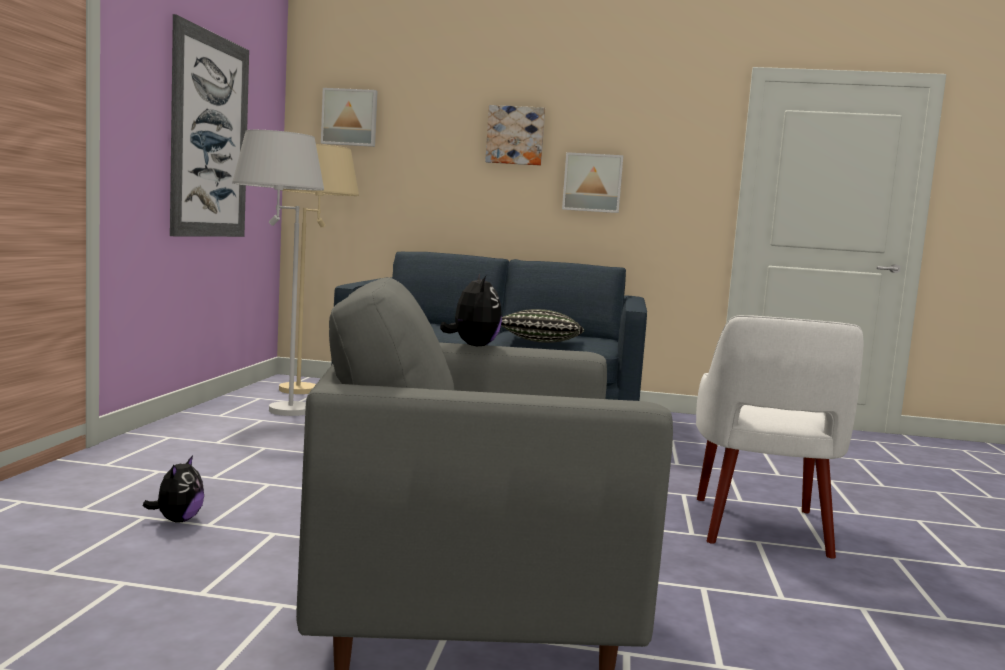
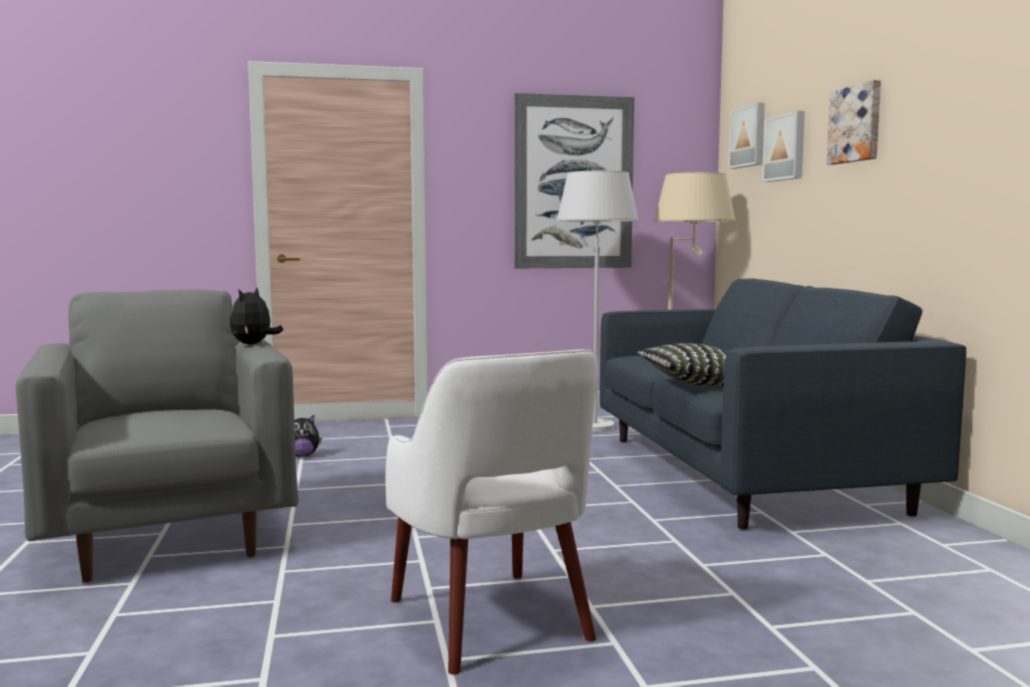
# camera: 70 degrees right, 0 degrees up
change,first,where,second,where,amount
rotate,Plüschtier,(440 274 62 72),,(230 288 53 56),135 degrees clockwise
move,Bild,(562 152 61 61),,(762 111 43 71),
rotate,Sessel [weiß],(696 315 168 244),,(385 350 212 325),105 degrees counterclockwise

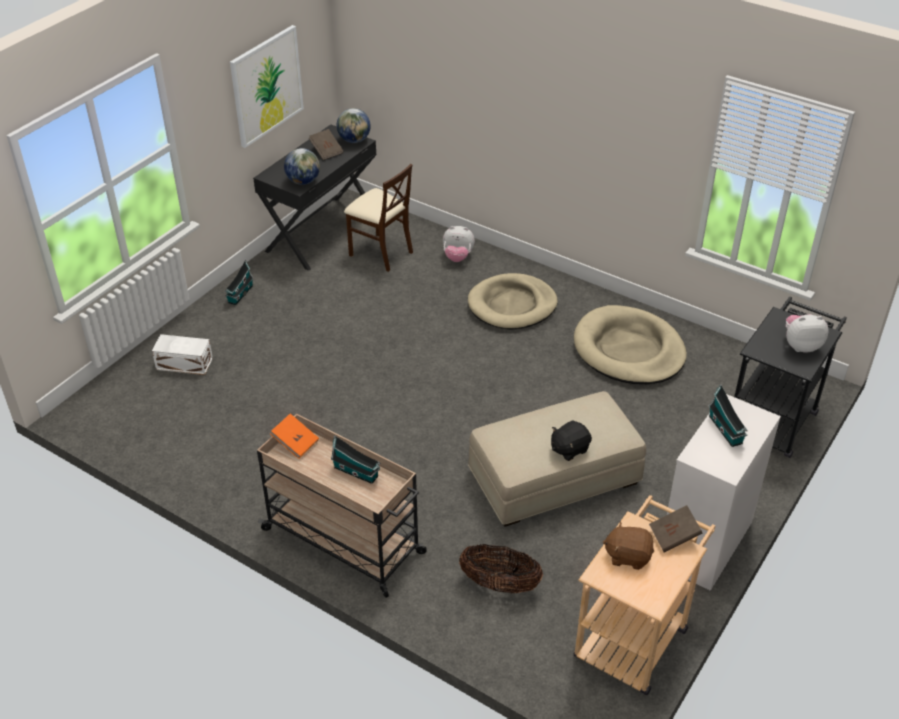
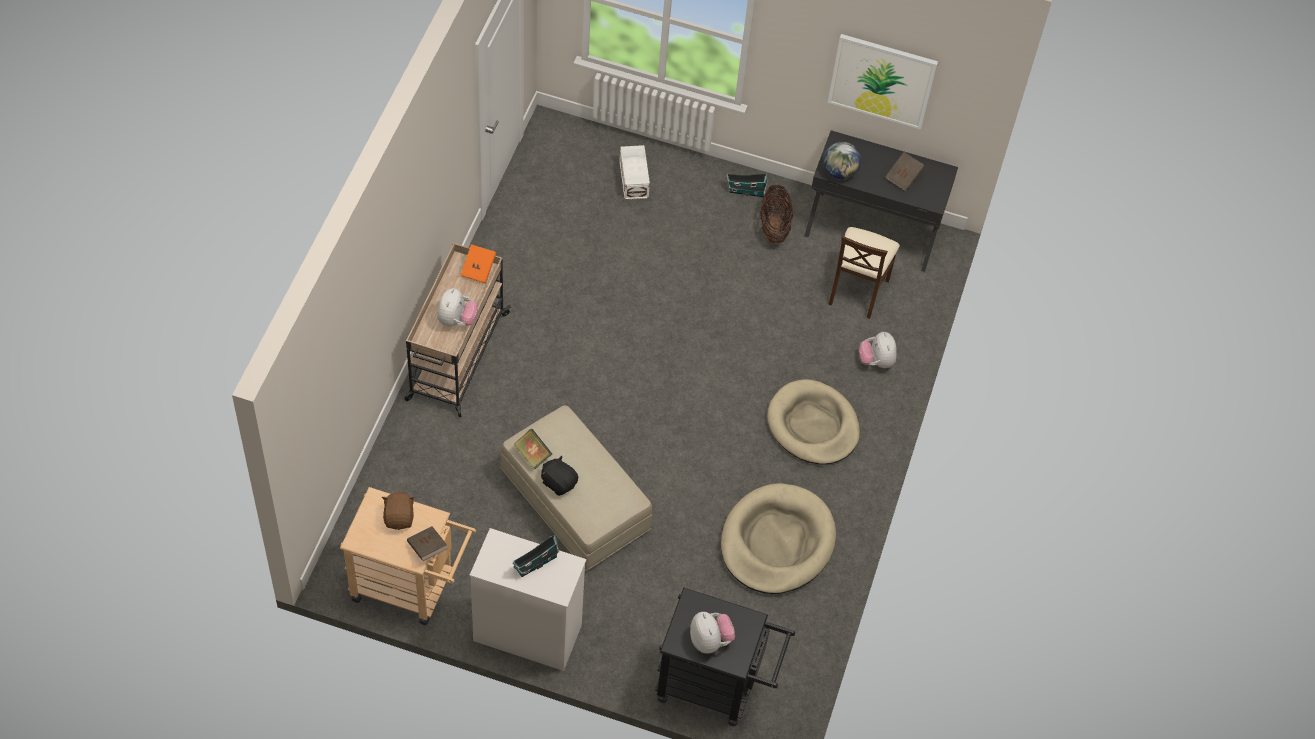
# camera: 70 degrees right, 15 degrees up
change,first,where,second,where,amount
replace,Spielzeughaus,(331 436 50 48),Plüschtier,(437 288 41 38),
delete,Globus,(337 108 34 35),,,
move,Korb,(459 544 84 49),,(760 184 33 60),
insert,,,Buch,(514 429 38 40),

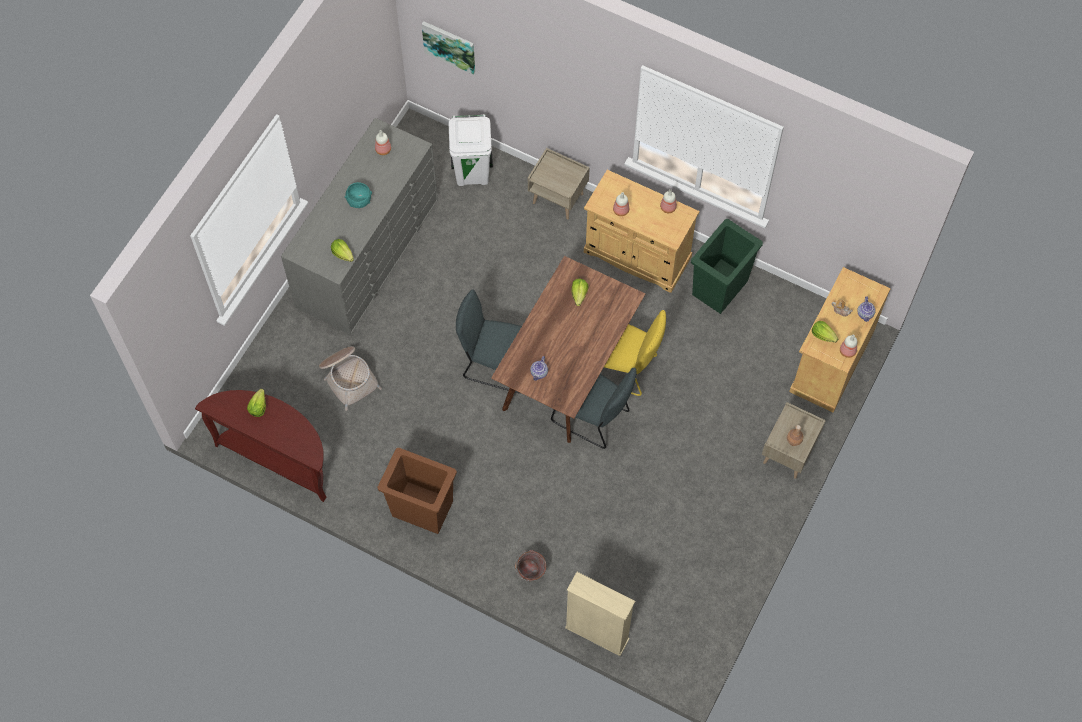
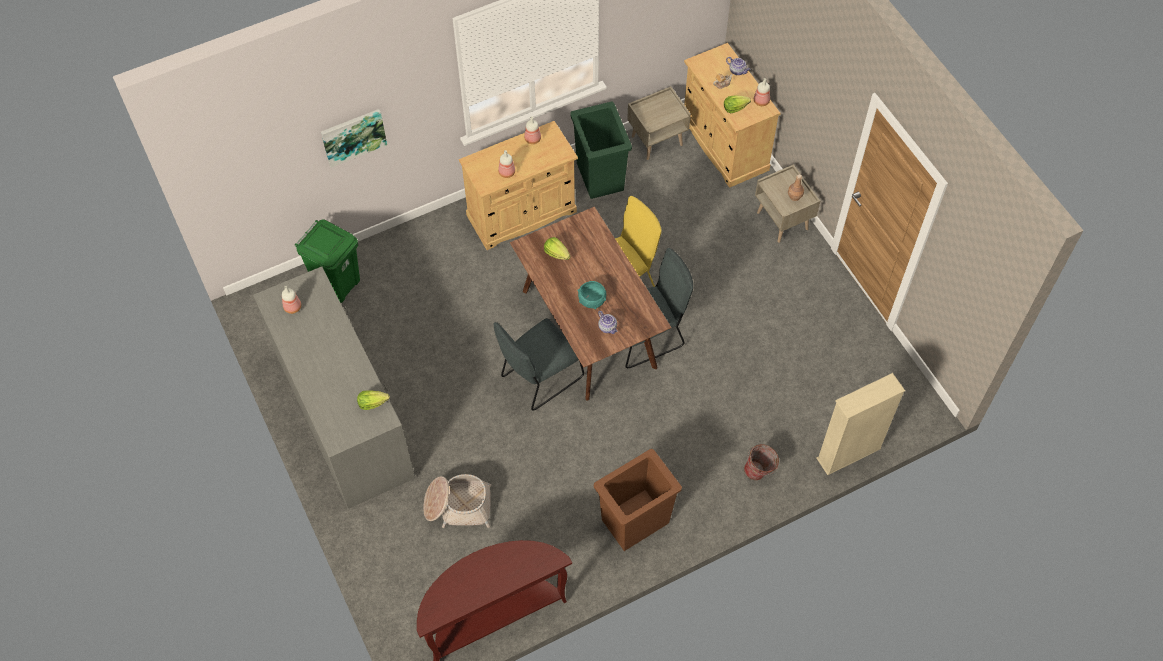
# camera: 55 degrees left, 5 degrees down
change,first,where,second,where,amount
delete,Salatkopf,(247 389 19 28),,,
move,Schüssel [türkis],(345 182 27 26),,(577 281 29 28),
move,Bild,(422 21 53 54),,(321 109 66 59),
recolor,Mülleimer [weiß],(449 114 44 72),Mülleimer [grün],(295 220 65 83),
move,Nachttisch [beige],(528 148 62 72),,(627 86 64 74),

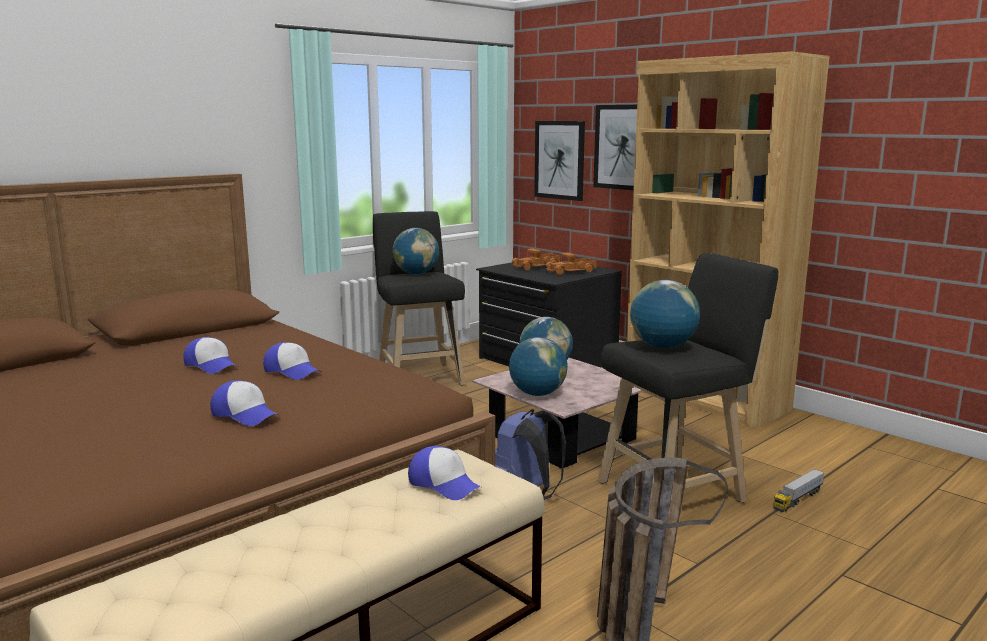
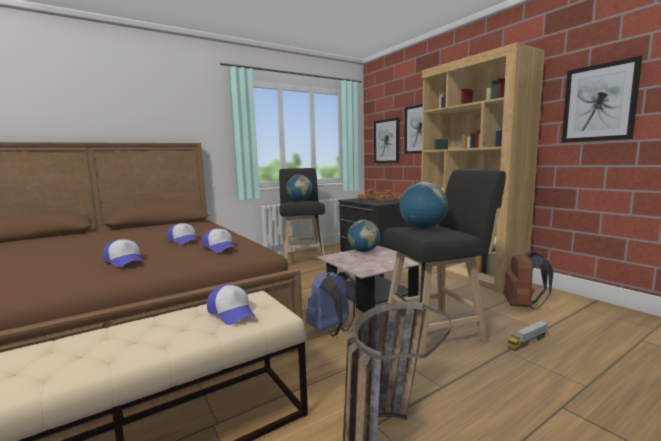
# camera: 10 degrees right, 5 degrees down
change,first,where,second,where,amount
move,Kappe,(183 337 52 37),,(202 228 34 25),
delete,Globus,(509 337 59 59),,,
insert,,,Rucksack [braun],(503 251 50 59),
insert,,,Bild,(562 56 80 86),

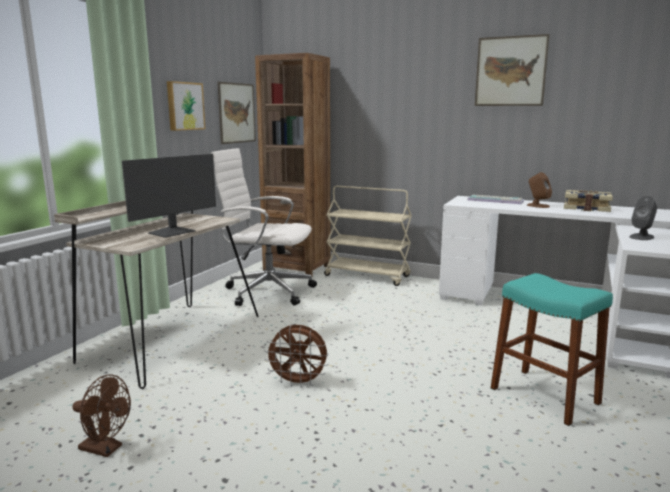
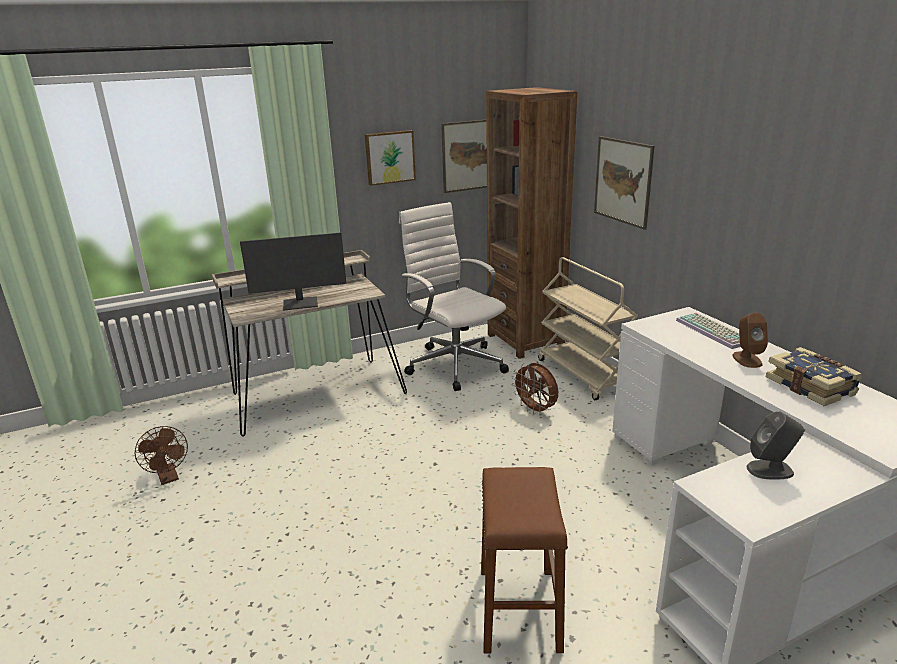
# camera: 40 degrees right, 10 degrees up
change,first,where,second,where,amount
move,Ventilator [braun],(264 325 65 63),,(511 363 47 52),
move,Bild,(475 34 75 72),,(594 136 60 94),
recolor,Hocker [türkis],(491 273 122 153),Hocker [braun],(481 467 87 186),

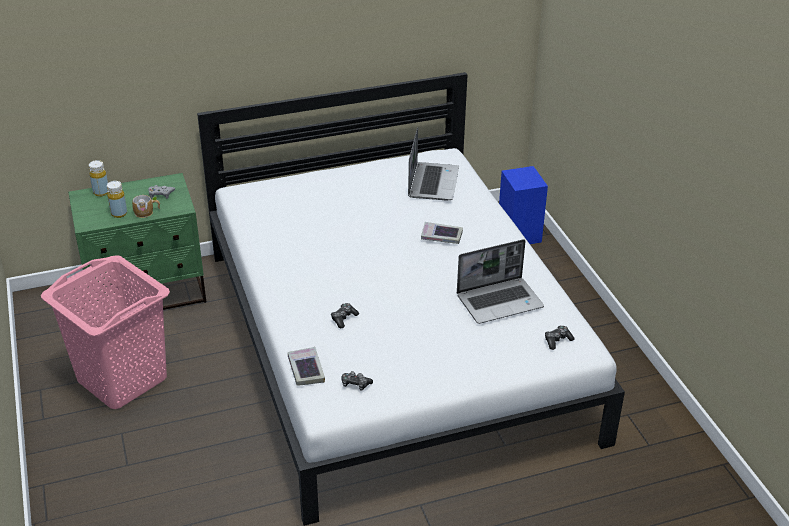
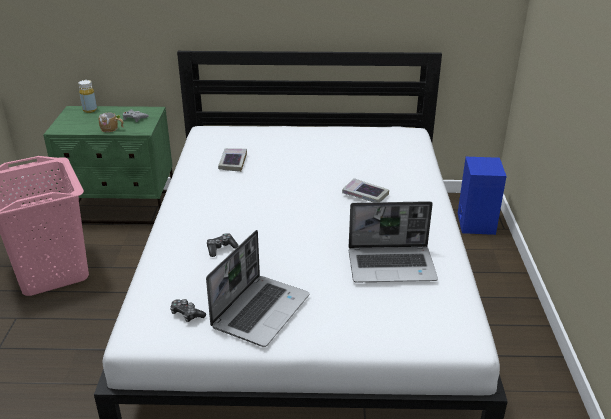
# camera: 20 degrees right, 5 degrees down
change,first,where,second,where,amount
delete,Flasche [gelb],(107 181 20 37),,,
move,Buch,(288 347 37 39),,(218 148 29 24),
move,Laptop,(408 127 51 73),,(206 230 104 117),
delete,Gamepad,(545 326 29 24),,,

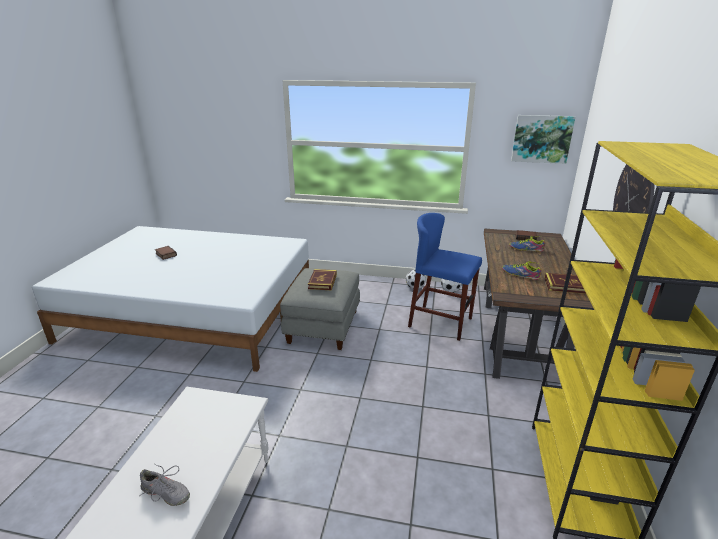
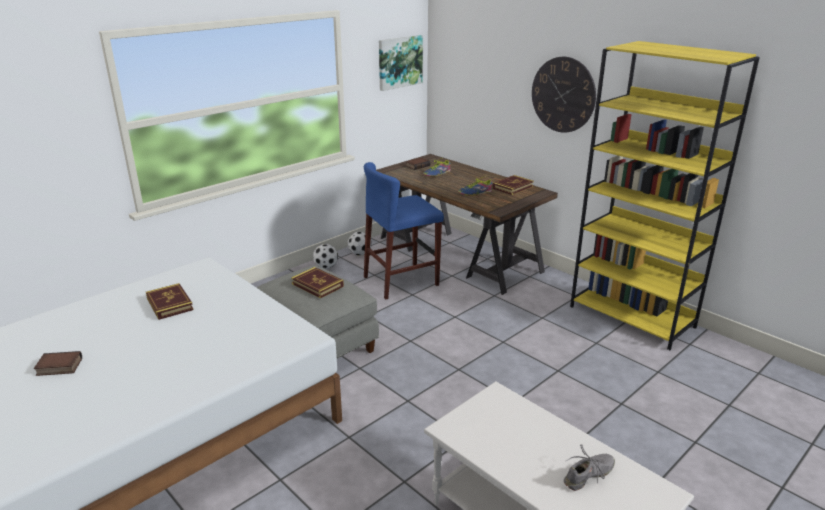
# camera: 55 degrees left, 0 degrees up
change,first,where,second,where,amount
insert,,,Buch,(146 283 47 37),

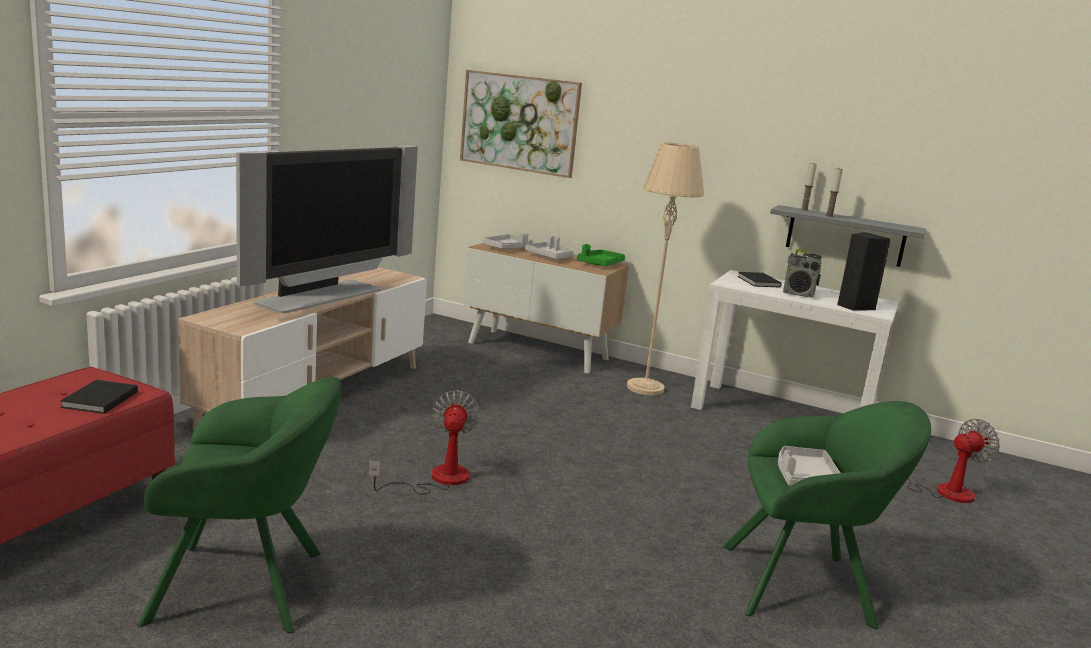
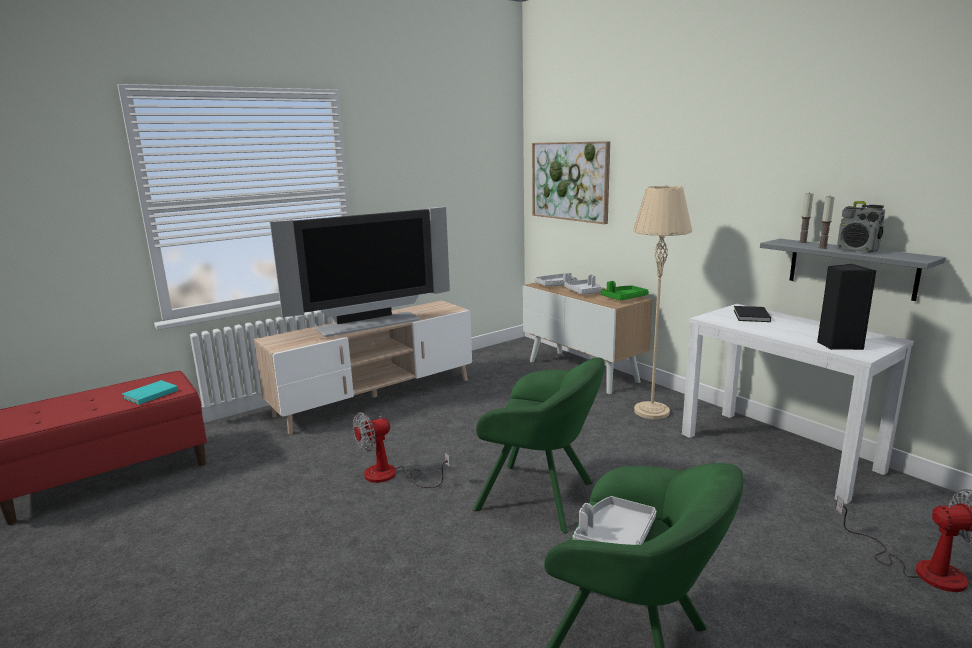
# camera: 30 degrees right, 0 degrees up
change,first,where,second,where,amount
recolor,Buch [schwarz],(60 380 78 34),Buch [türkis],(122 380 56 25),
move,Sessel [grün],(138 377 203 256),,(473 357 132 176),
rotate,Ventilator,(368 390 112 105),,(353 412 97 76),150 degrees counterclockwise
move,Radio,(783 249 39 49),,(837 201 48 52),

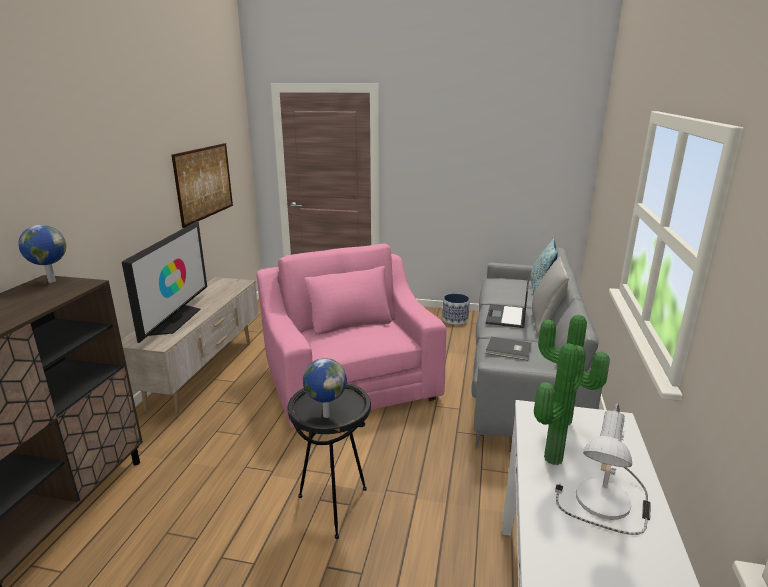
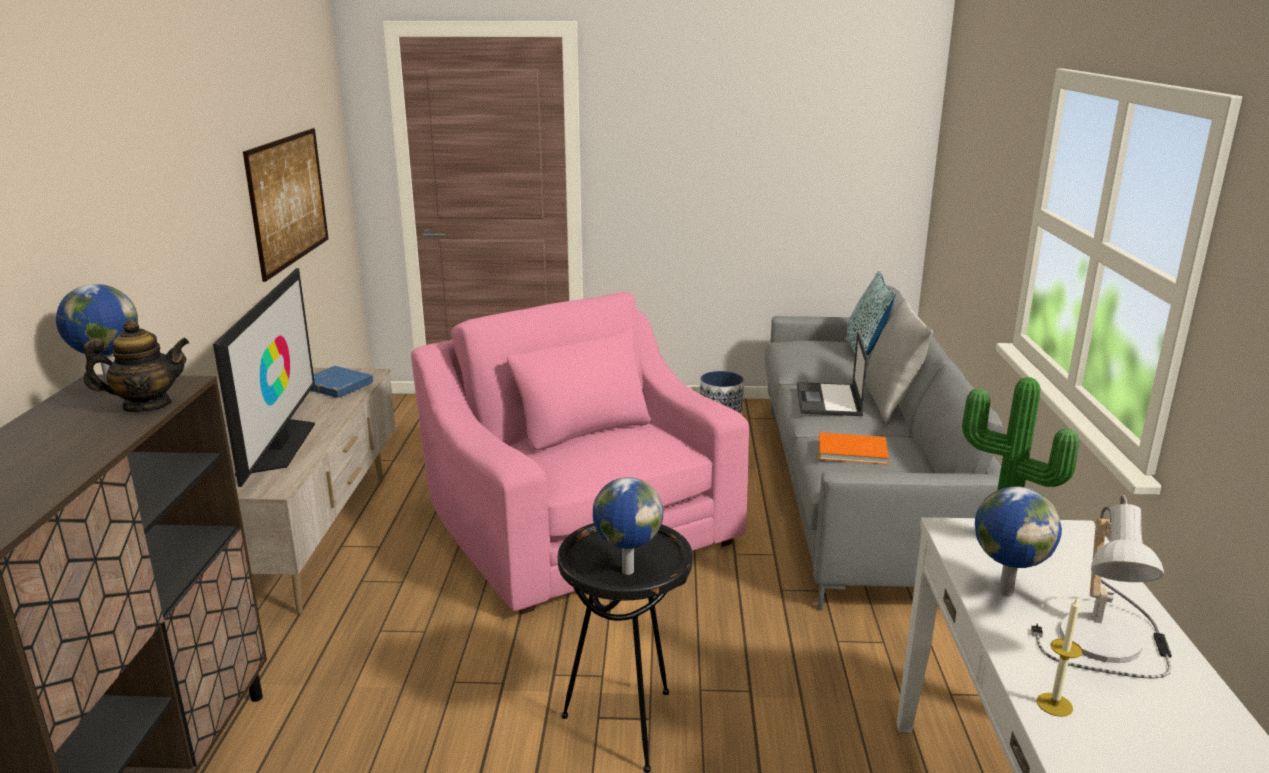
# camera: 10 degrees left, 0 degrees up
change,first,where,second,where,amount
recolor,Buch [grau],(486 337 46 23),Buch [orange],(819 432 70 33),
replace,Topfpflanze,(534 344 52 121),Globus,(975 486 87 111),
insert,,,Teekanne,(84 319 105 93),
insert,,,Buch [blau],(310 366 63 32),
insert,,,Kerze,(1036 599 47 118),

